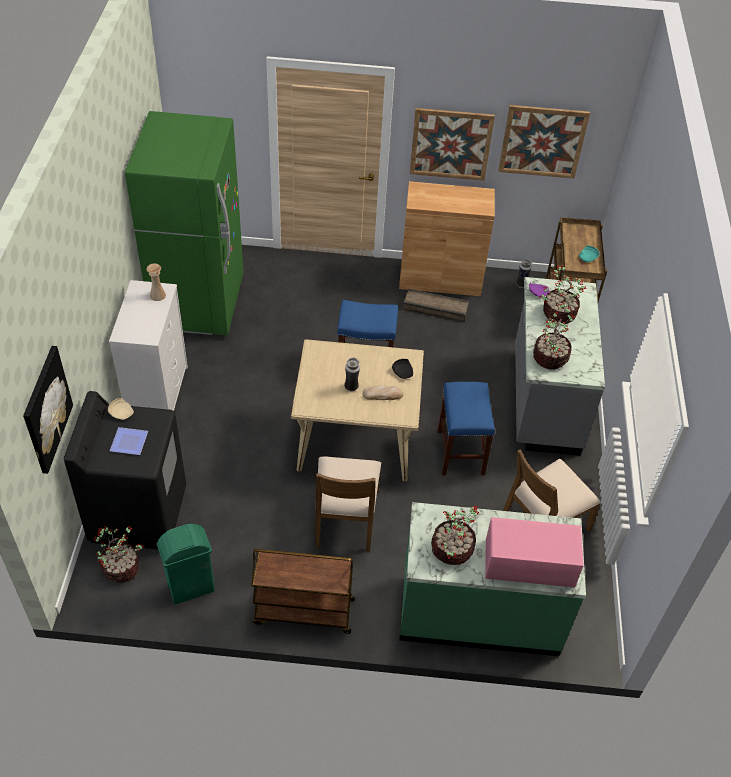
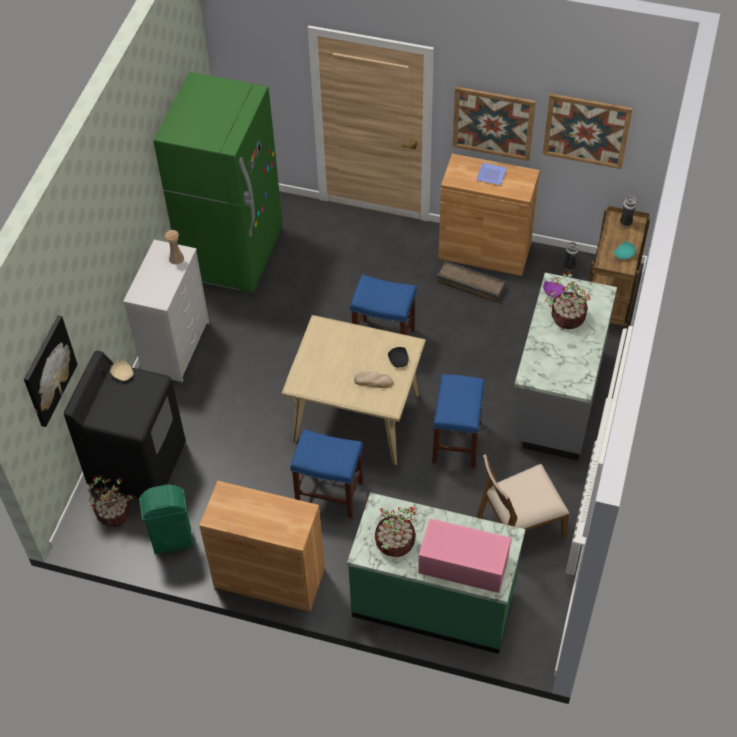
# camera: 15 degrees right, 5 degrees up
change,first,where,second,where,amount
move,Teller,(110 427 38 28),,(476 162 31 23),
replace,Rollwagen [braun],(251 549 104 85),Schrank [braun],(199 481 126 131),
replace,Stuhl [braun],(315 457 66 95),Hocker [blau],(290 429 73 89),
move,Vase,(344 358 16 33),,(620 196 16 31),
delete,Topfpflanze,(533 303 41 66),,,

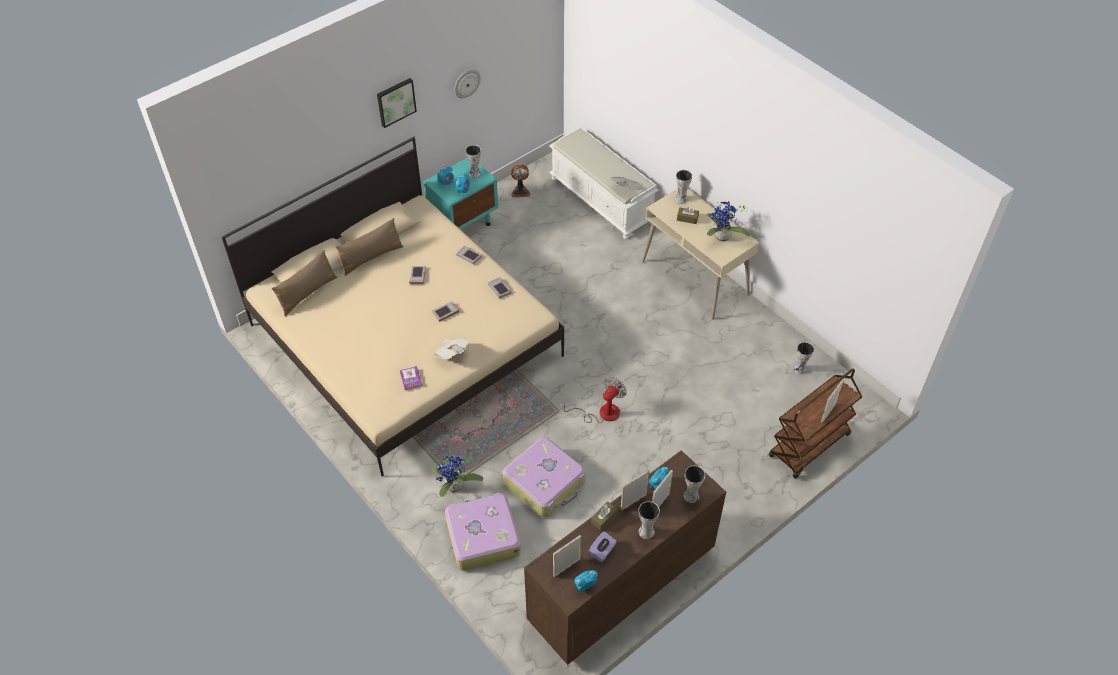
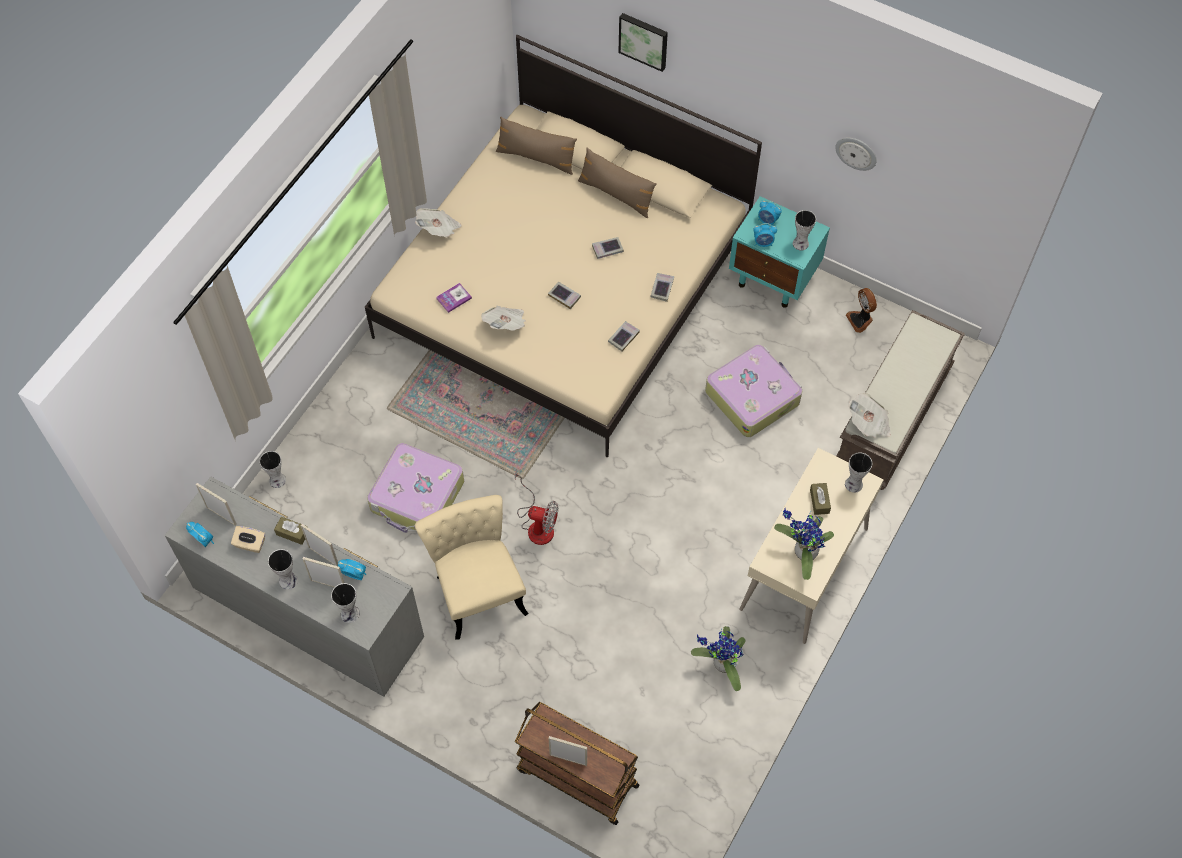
# camera: 70 degrees right, 10 degrees up
change,first,where,second,where,amount
move,Bild,(377 78 40 50),,(618 13 50 59),
move,Topfpflanze,(431 456 52 41),,(691 626 55 65),
move,Koffer,(445 493 76 77),,(705 345 97 92),
recolor,Kommode [braun],(524 450 202 215),Kommode [grau],(165 477 259 220),
recolor,Bank [weiß],(549 127 110 112),Bank [braun],(836 310 129 180),
recolor,Taschentuchbox [lila],(589 531 28 31),Taschentuchbox [beige],(231 526 34 27),
move,Vase,(794 342 20 32),,(259 451 27 37),
insert,,,Zeitung,(415 208 47 30),
insert,,,Stuhl [beige],(415 495 114 145),

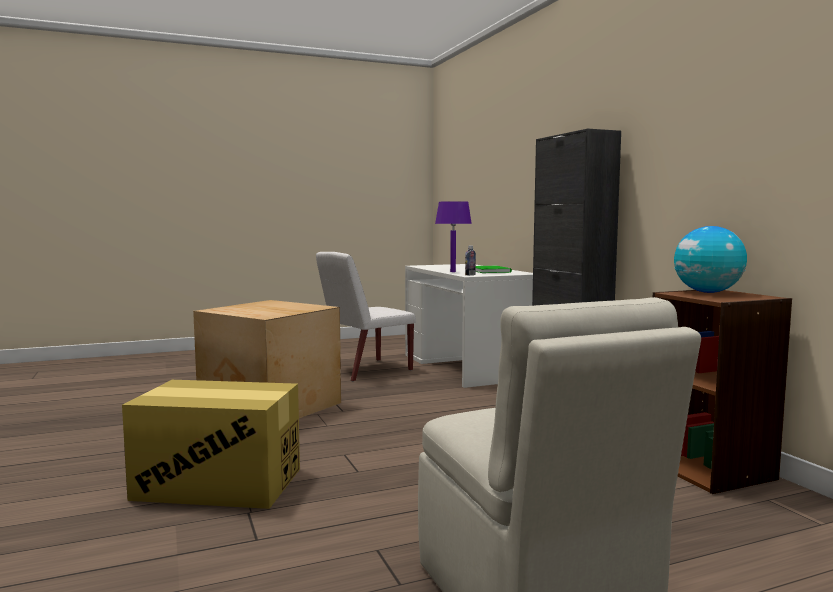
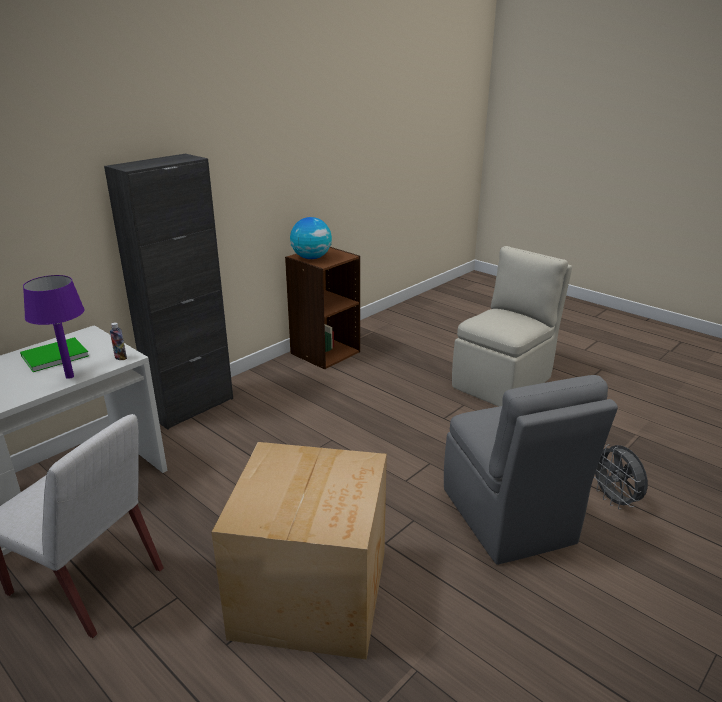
# camera: 115 degrees left, 20 degrees up
change,first,where,second,where,amount
replace,Karton,(122 380 178 129),Stuhl [grau],(444 375 174 190),
insert,,,Ventilator [grau],(594 444 54 65),

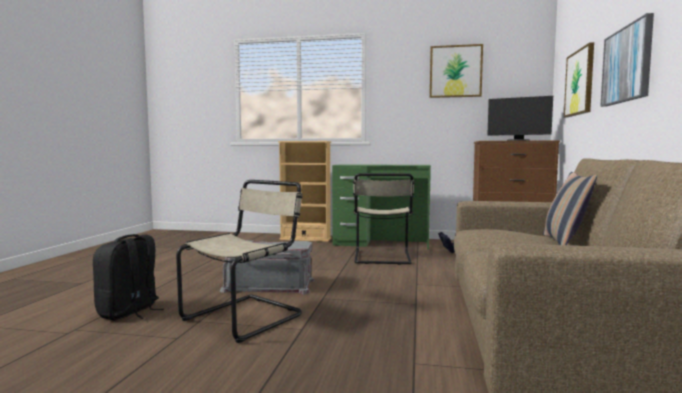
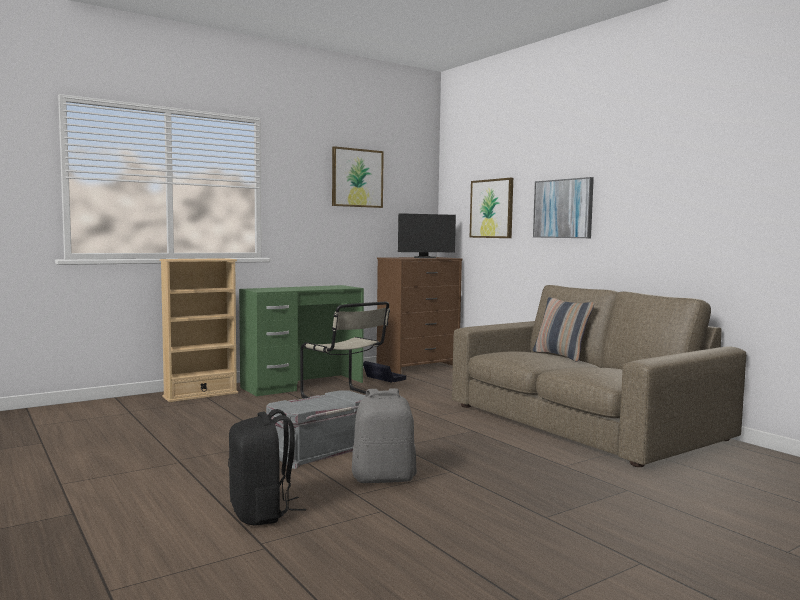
# camera: 45 degrees left, 0 degrees up
change,first,where,second,where,amount
replace,Stuhl [beige],(176 180 126 163),Rucksack [grau],(352 388 65 95),

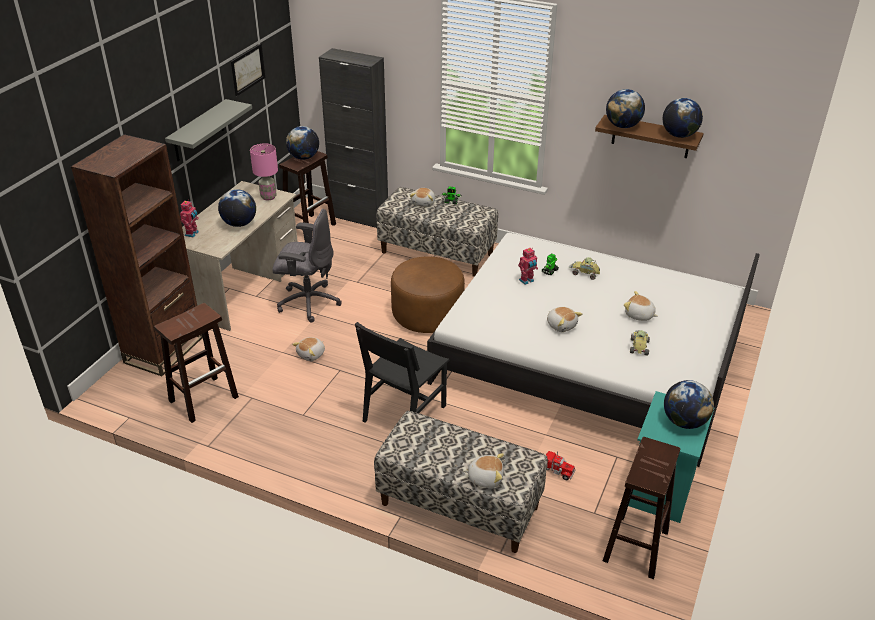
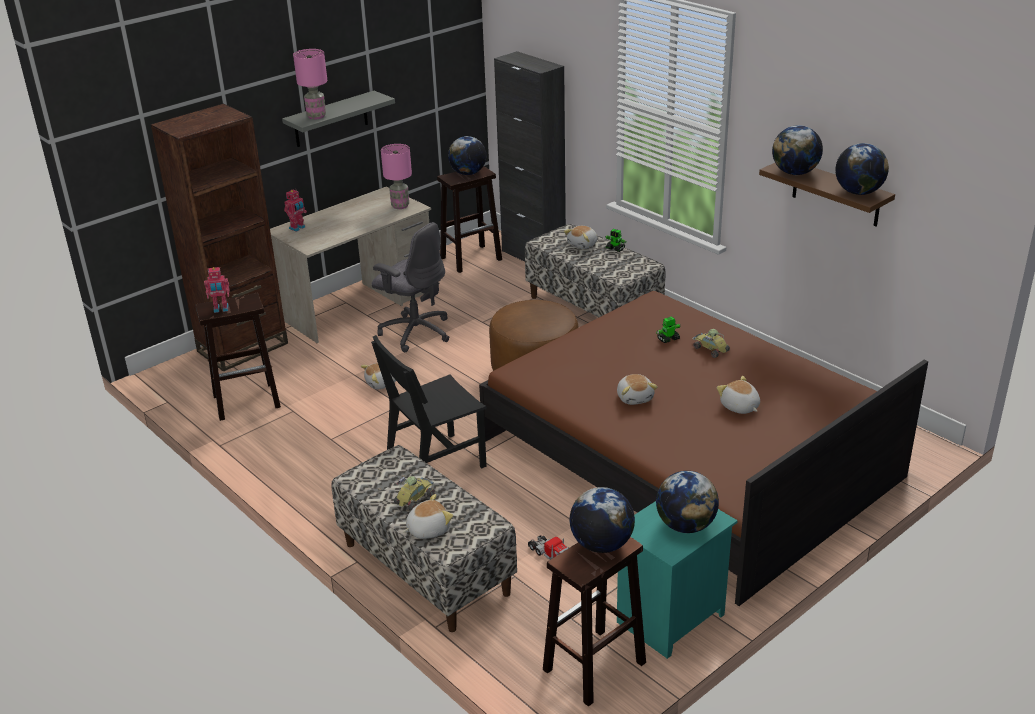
# camera: 25 degrees right, 5 degrees down
change,first,where,second,where,amount
move,Globus,(218 189 38 38),,(570 487 65 66),
delete,Bild,(231 44 34 52),,,
recolor,Bett [weiß],(427 233 333 234),Bett [braun],(479 291 449 315),
rotate,Plüschtier,(463 453 41 35),,(403 494 50 45),60 degrees counterclockwise
move,Spielzeugroboter,(518 248 20 37),,(204 267 26 46),
move,Spielzeugauto,(630 330 20 26),,(394 476 41 35),
insert,,,Tischlampe [rosa],(293 49 34 70),

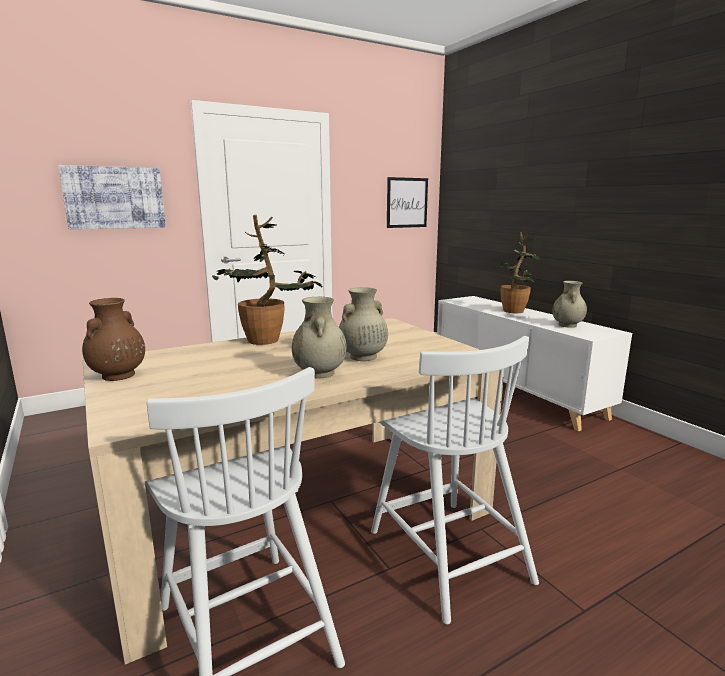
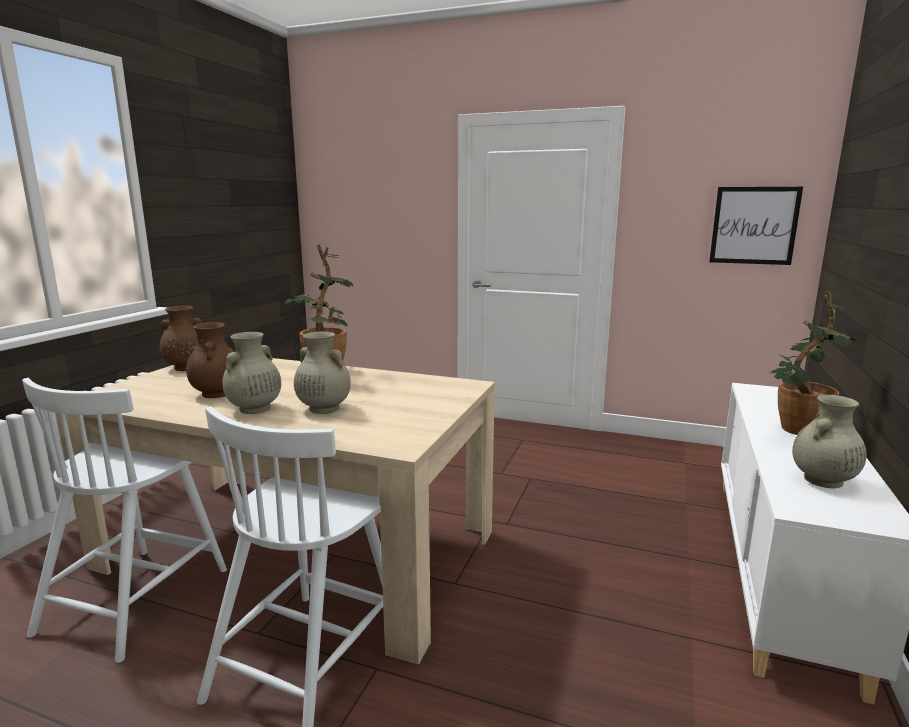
# camera: 50 degrees right, 0 degrees up
change,first,where,second,where,amount
delete,Bild,(58 165 108 65),,,
insert,,,Vase [braun],(186 322 48 76),

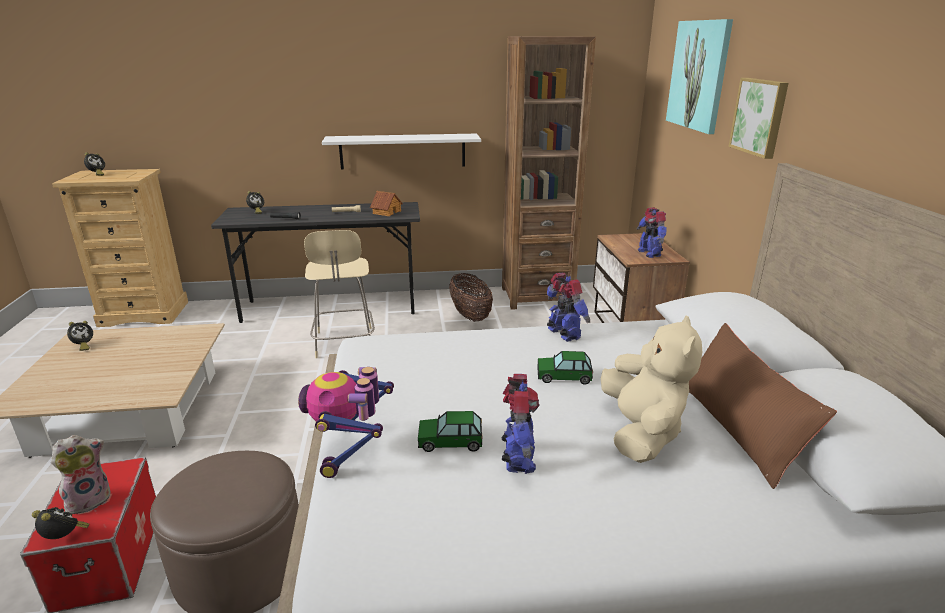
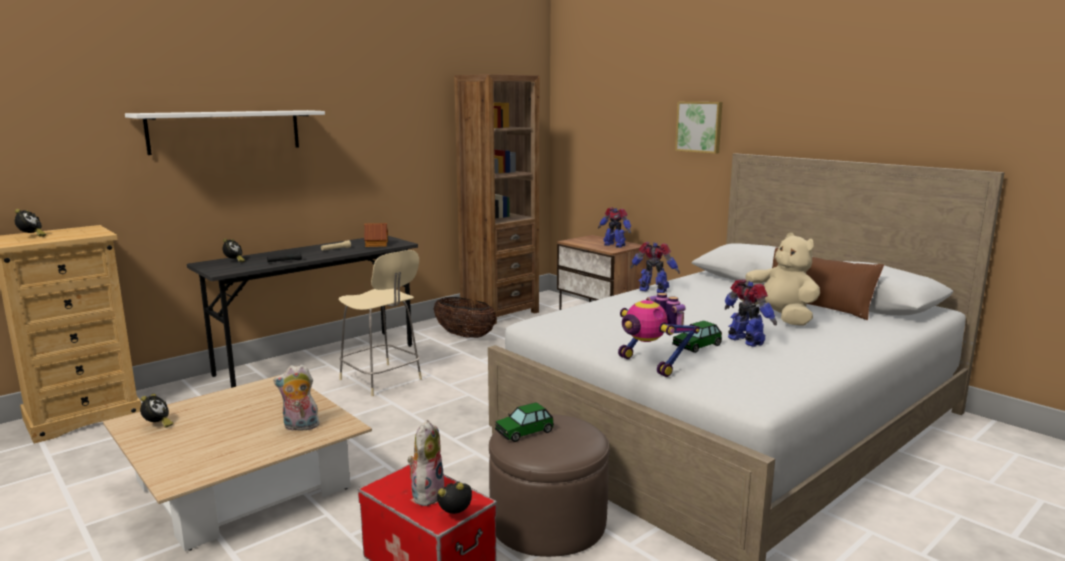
# camera: 35 degrees left, 10 degrees down
change,first,where,second,where,amount
move,Wandregal [weiß],(322 134 159 36),,(125 110 200 45),
move,Spielzeugauto,(537 351 56 34),,(495 402 59 40),
delete,Bild,(666 19 67 115),,,
insert,,,Plüschtier,(274 364 46 67),

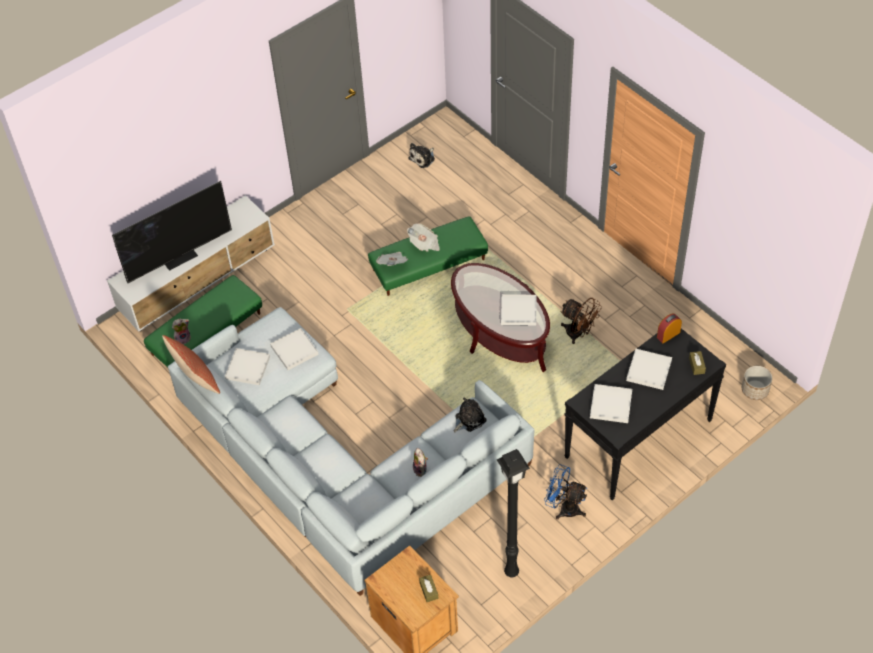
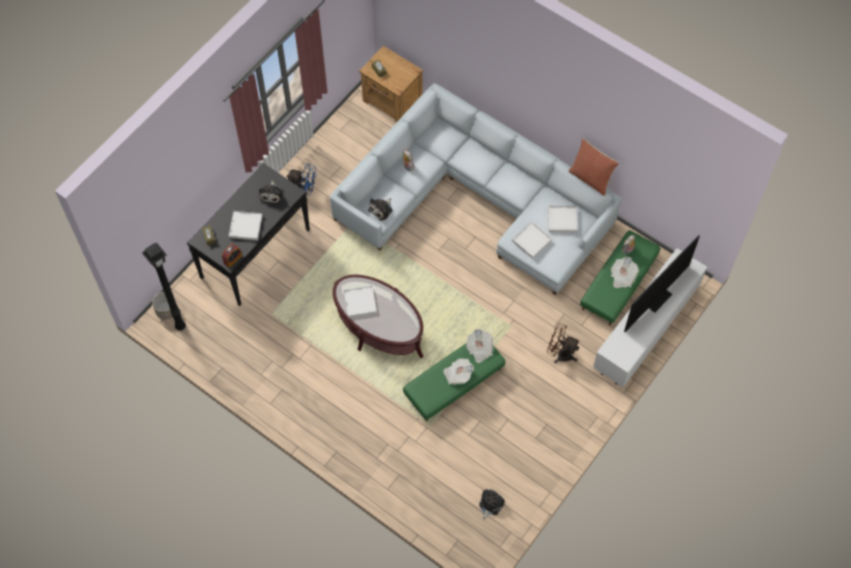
# camera: 165 degrees right, 10 degrees up
change,first,where,second,where,amount
move,Stehlampe [schwarz],(497 449 33 129),,(142 243 44 88),
move,Ventilator [braun],(560 298 42 46),,(547 323 33 40),
replace,Tablett [weiß],(590 384 42 39),Plüschtier,(259 180 23 24),
insert,,,Zeitung,(611 257 28 31),

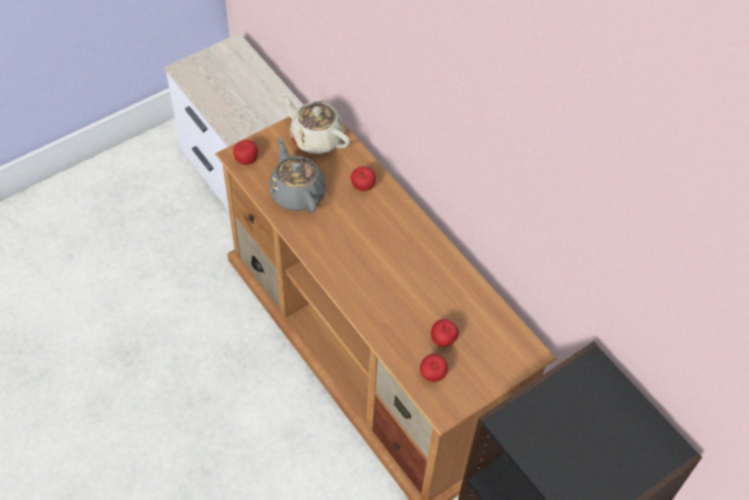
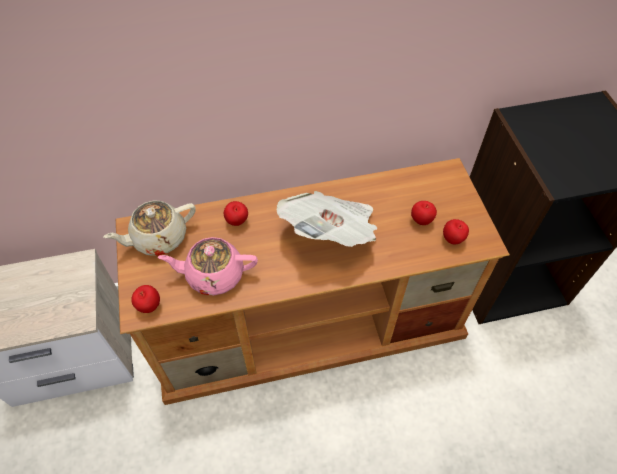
# camera: 65 degrees left, 0 degrees up
change,first,where,second,where,amount
recolor,Teekanne [grau],(269 137 57 76),Teekanne [rosa],(158 237 100 59),
insert,,,Zeitung,(277 191 100 56),

